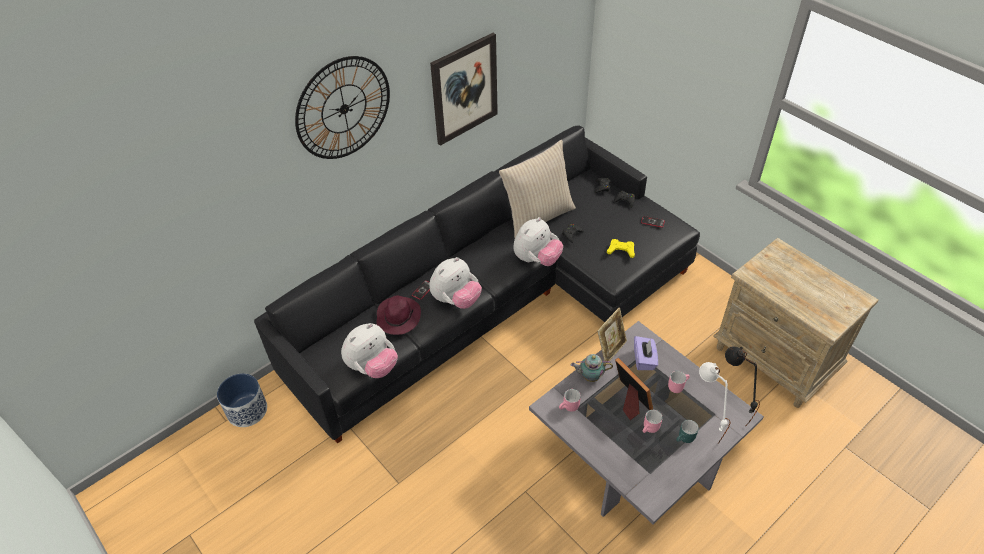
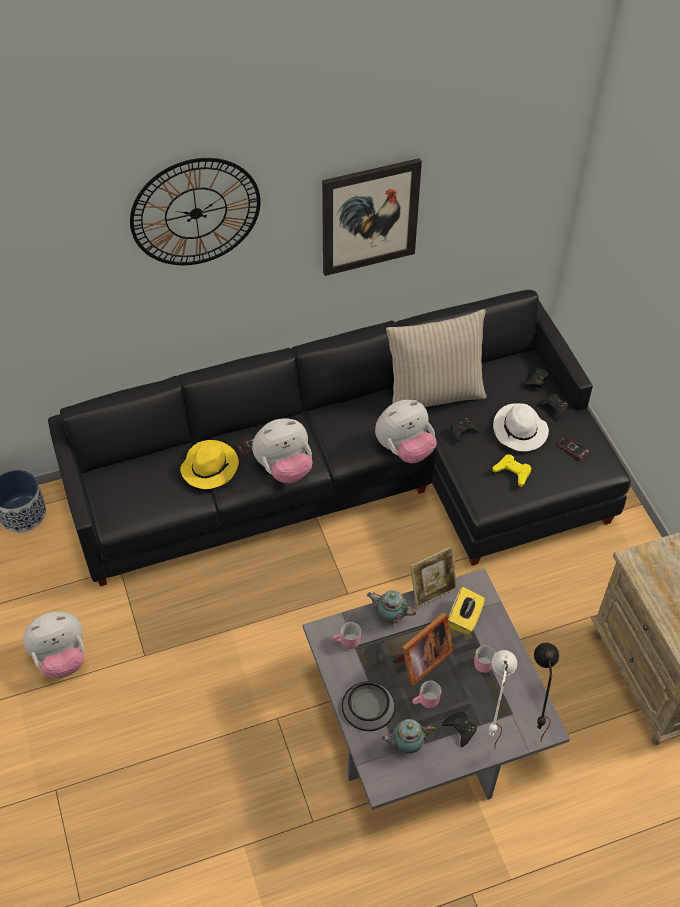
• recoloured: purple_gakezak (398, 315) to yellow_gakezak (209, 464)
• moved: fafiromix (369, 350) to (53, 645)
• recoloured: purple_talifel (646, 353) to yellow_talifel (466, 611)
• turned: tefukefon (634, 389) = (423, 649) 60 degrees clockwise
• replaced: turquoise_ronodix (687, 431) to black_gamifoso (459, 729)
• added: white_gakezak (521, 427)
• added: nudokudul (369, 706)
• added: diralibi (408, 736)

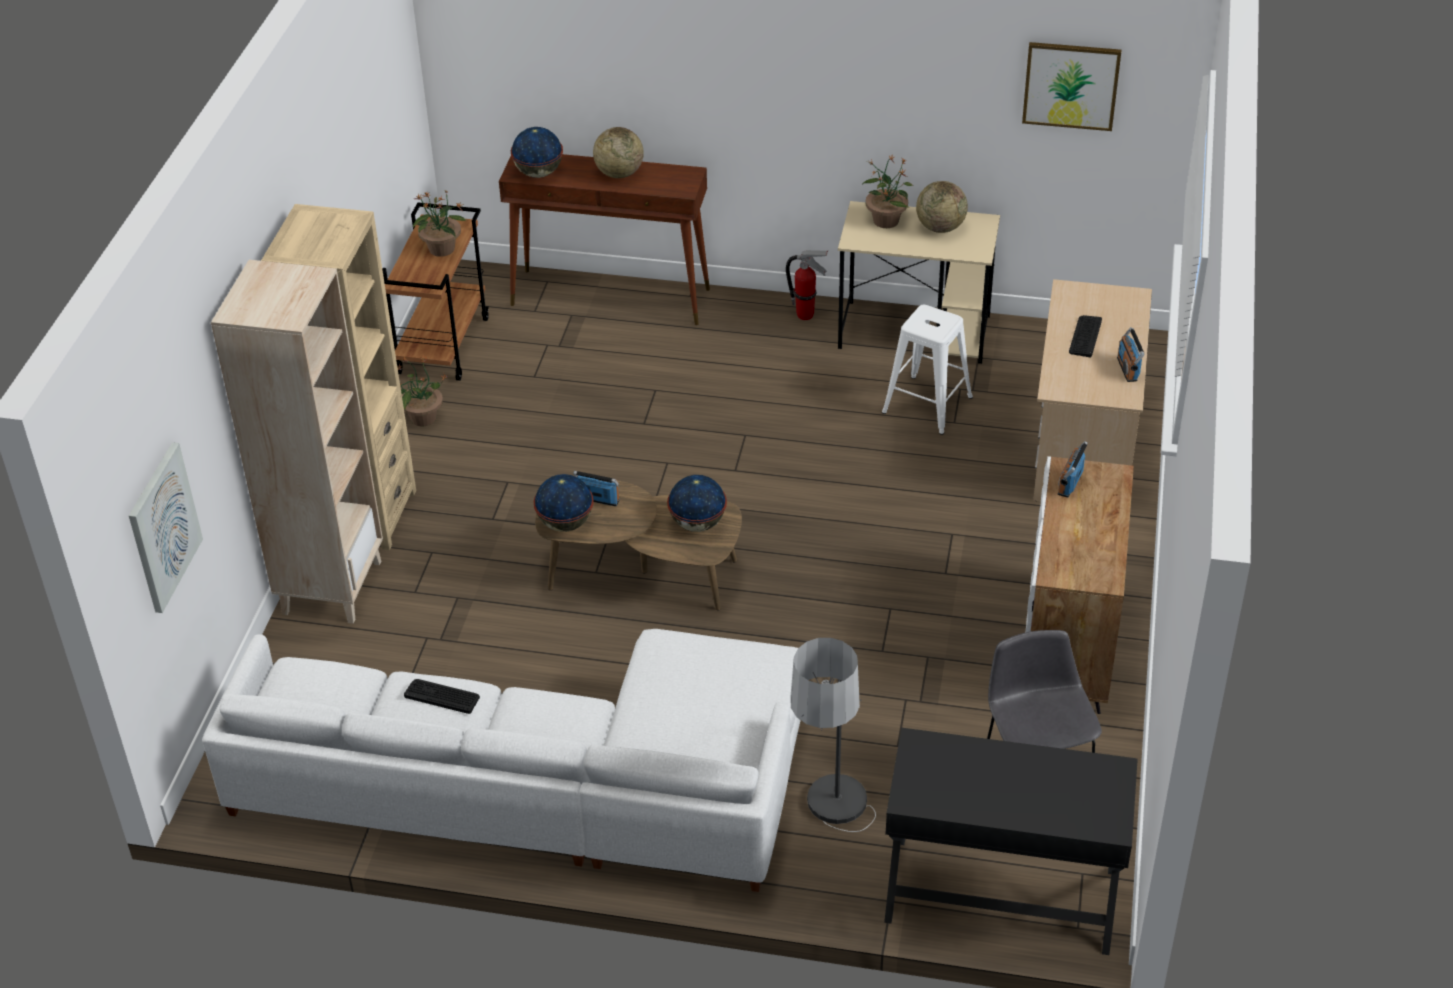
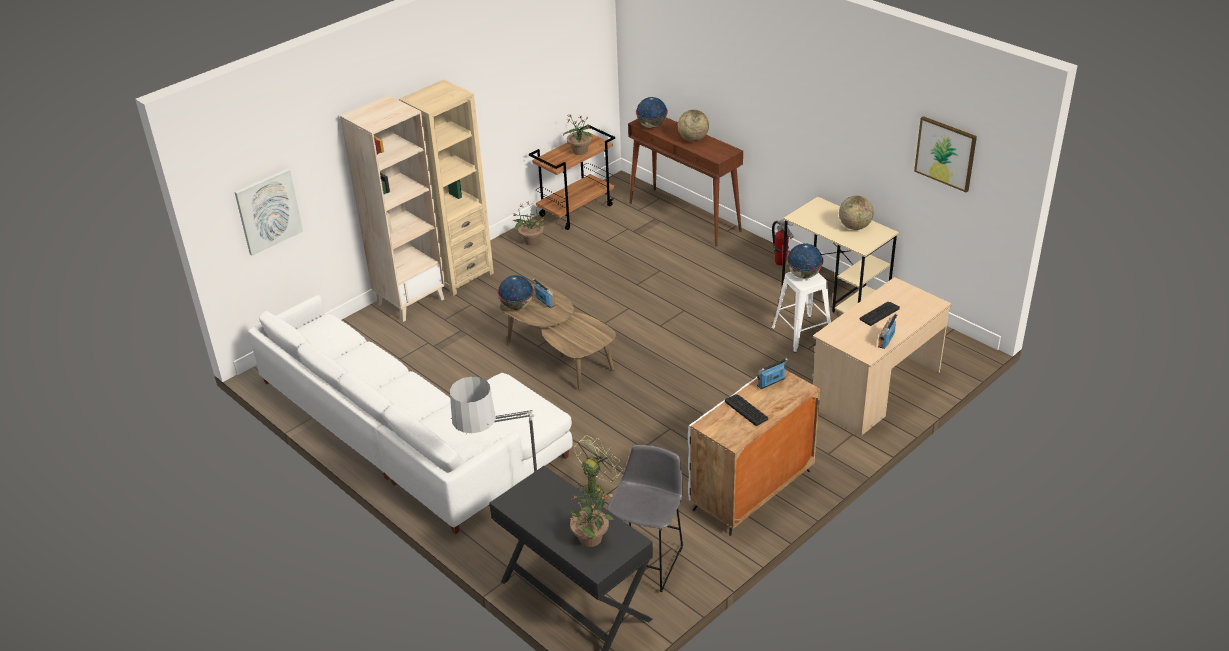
• moved: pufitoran (888, 191) to (591, 515)
• moved: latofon (697, 503) to (805, 261)
• moved: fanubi (442, 696) to (746, 410)
• added: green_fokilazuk (598, 468)

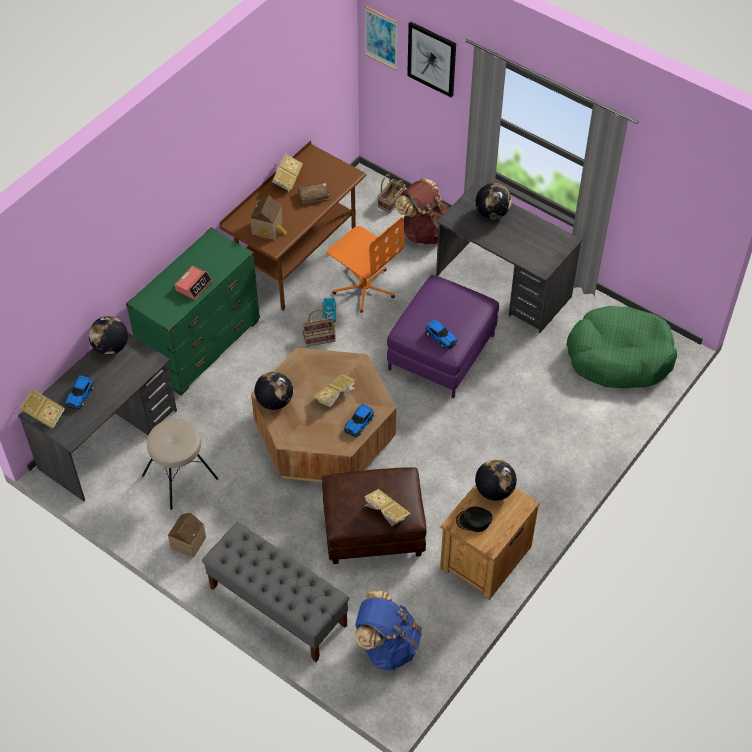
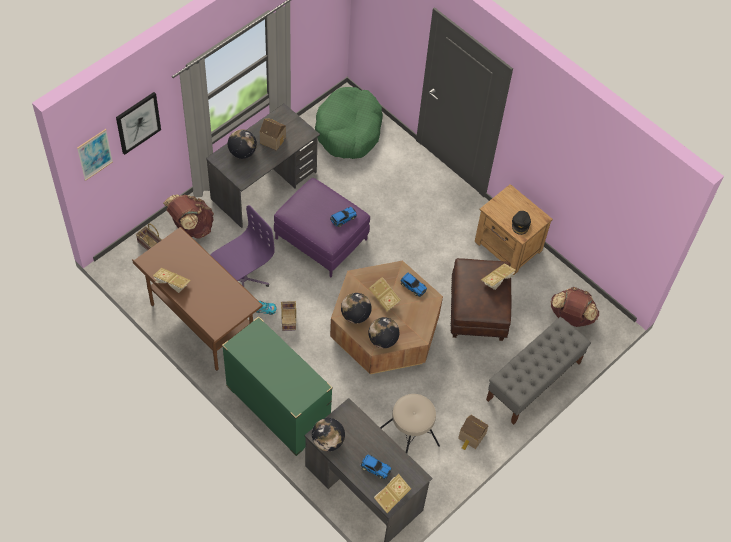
• removed: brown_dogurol (314, 193)
• moved: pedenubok (268, 217) to (273, 134)
• recoloured: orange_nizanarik (365, 265) to purple_nizanarik (242, 246)
• removed: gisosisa (194, 283)
• moved: latofon (496, 480) to (356, 308)
• recoloured: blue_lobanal (388, 631) to brown_lobanal (574, 307)

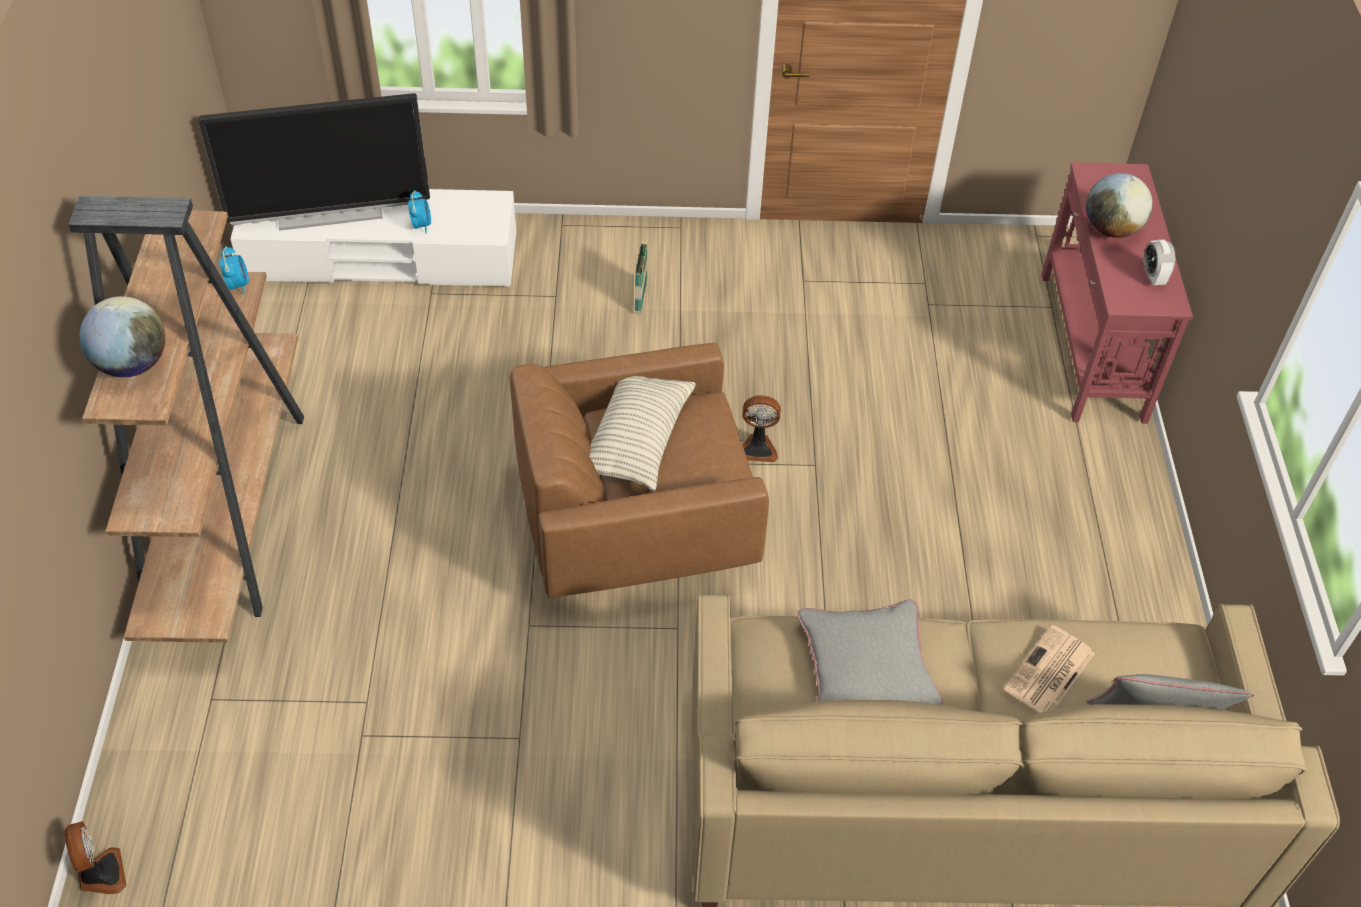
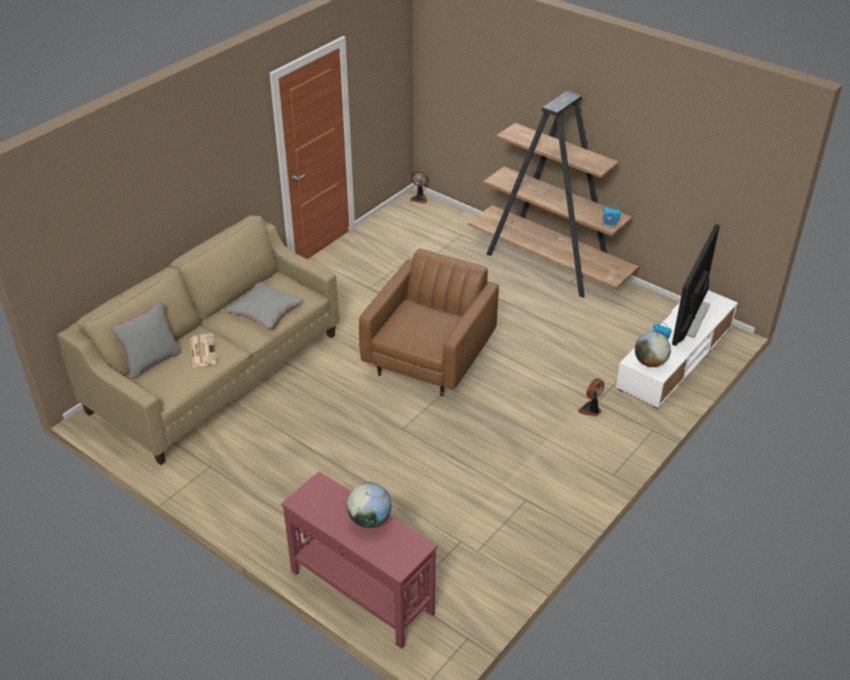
• removed: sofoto (641, 275)
• removed: gisosisa (1159, 262)
• moved: latofon (123, 336) to (653, 349)
• removed: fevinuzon (642, 433)
• moved: fokilazuk (761, 428) to (591, 397)

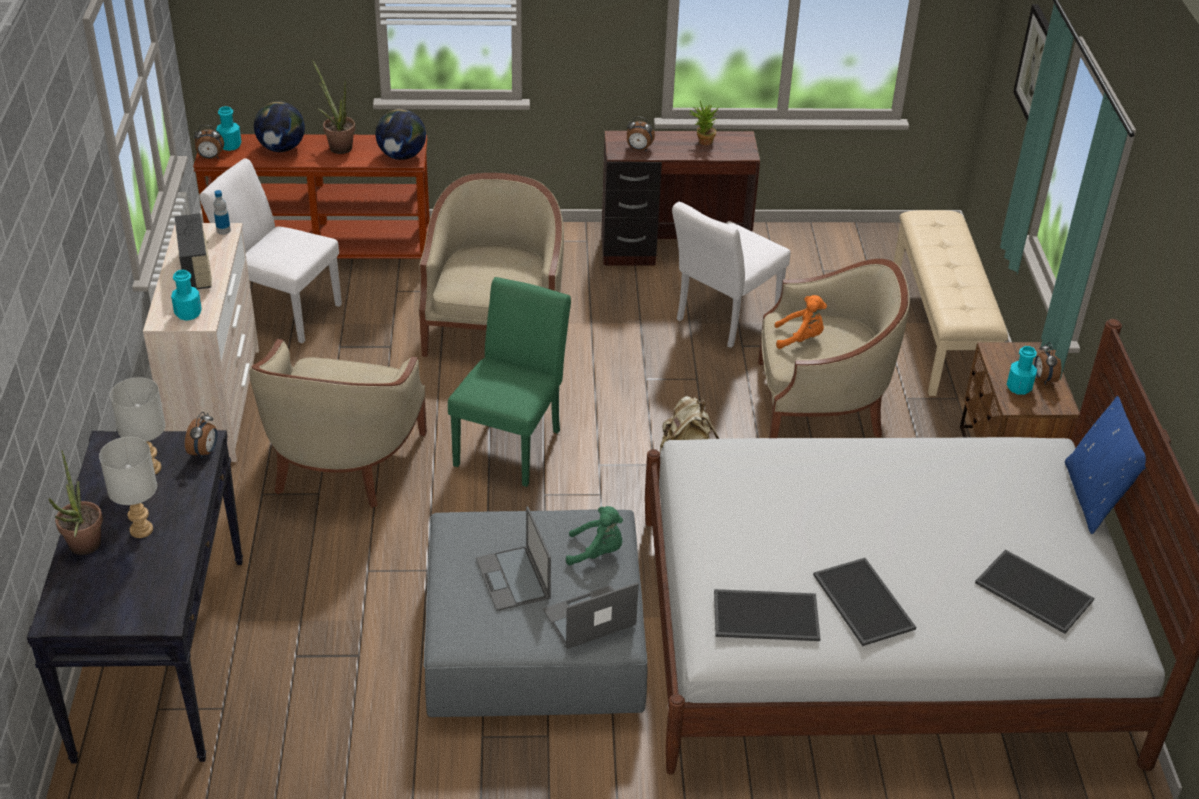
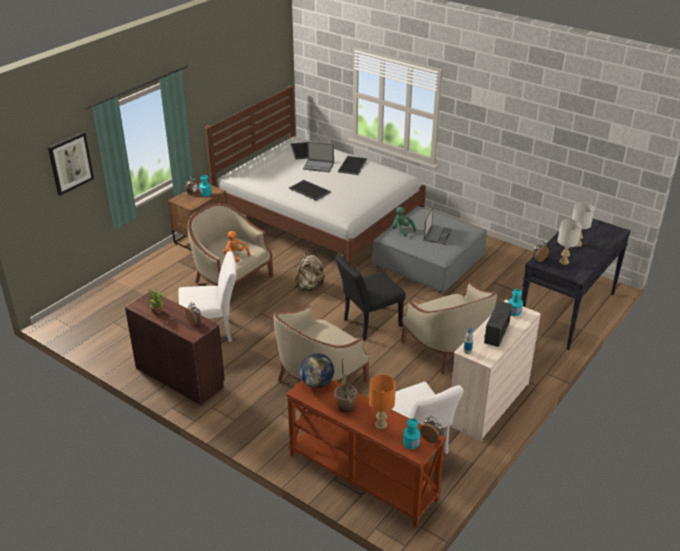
• replaced: latofon (279, 127) to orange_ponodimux (382, 402)
• removed: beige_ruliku (951, 303)
• recoloured: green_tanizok (509, 382) to black_tanizok (370, 297)
• turned: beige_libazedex (338, 423) = (449, 328) 105 degrees clockwise
• removed: blue_fevinuzon (1105, 465)
• removed: pufitoran (76, 502)
• moved: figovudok (591, 615) to (318, 157)
• moved: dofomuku (767, 615) to (310, 190)

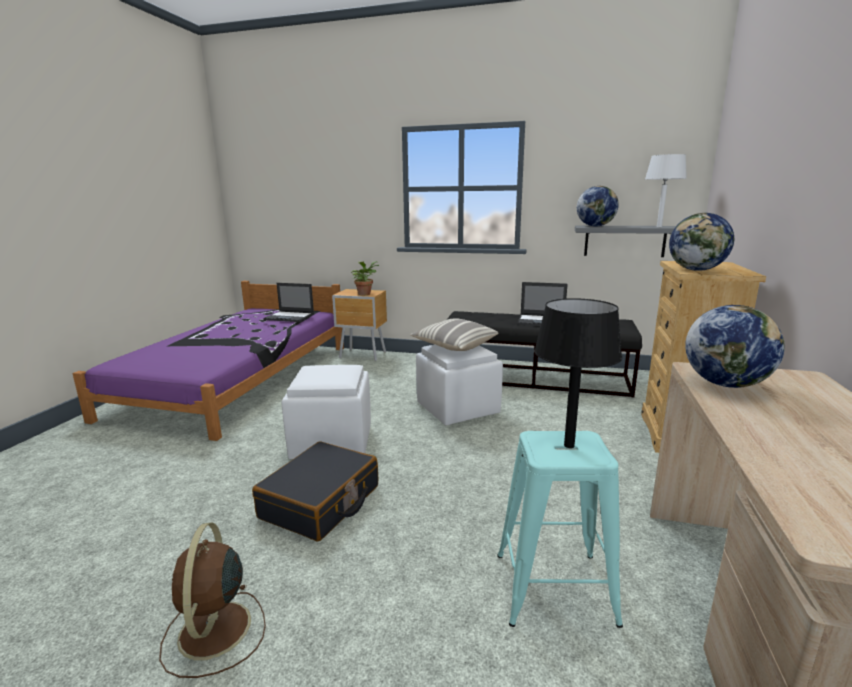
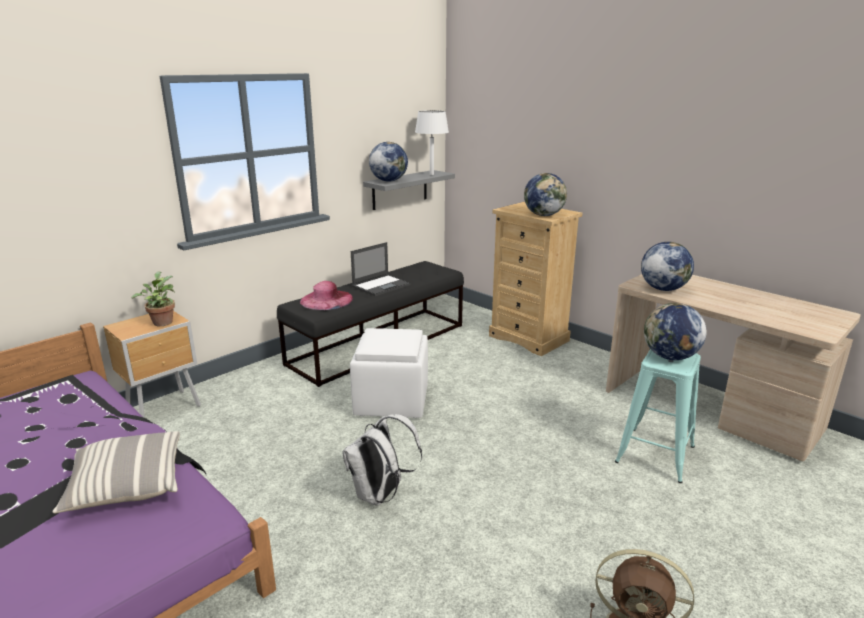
• removed: figovudok (288, 302)
• replaced: black_ponodimux (578, 373) to latofon (675, 331)
• moved: fevinuzon (454, 334) to (116, 472)
• replaced: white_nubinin (326, 412) to white_lobanal (382, 460)
• removed: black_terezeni (315, 491)
• added: pink_gakezak (326, 295)

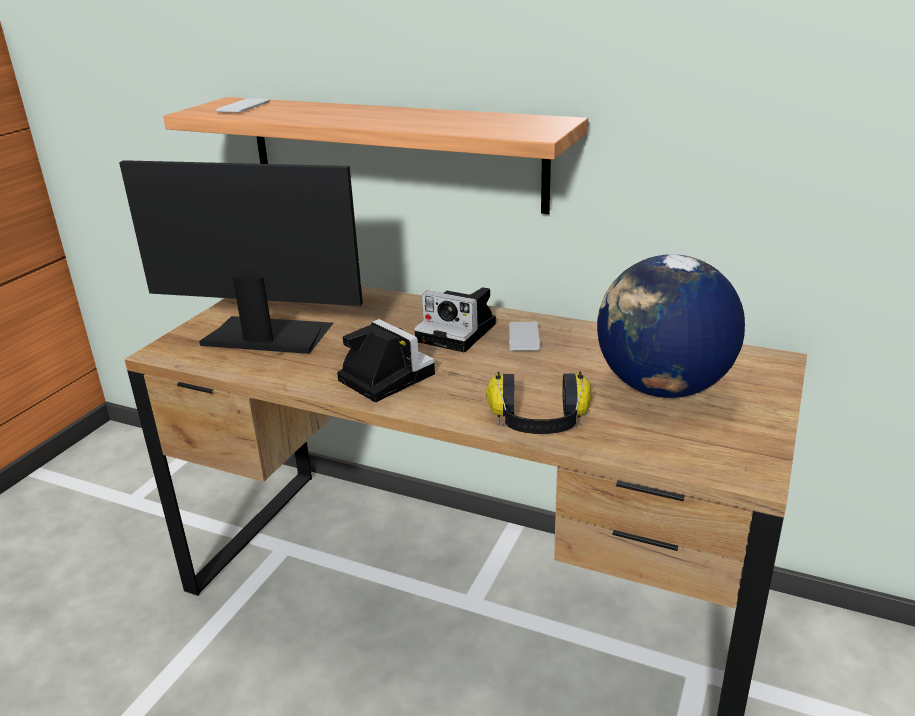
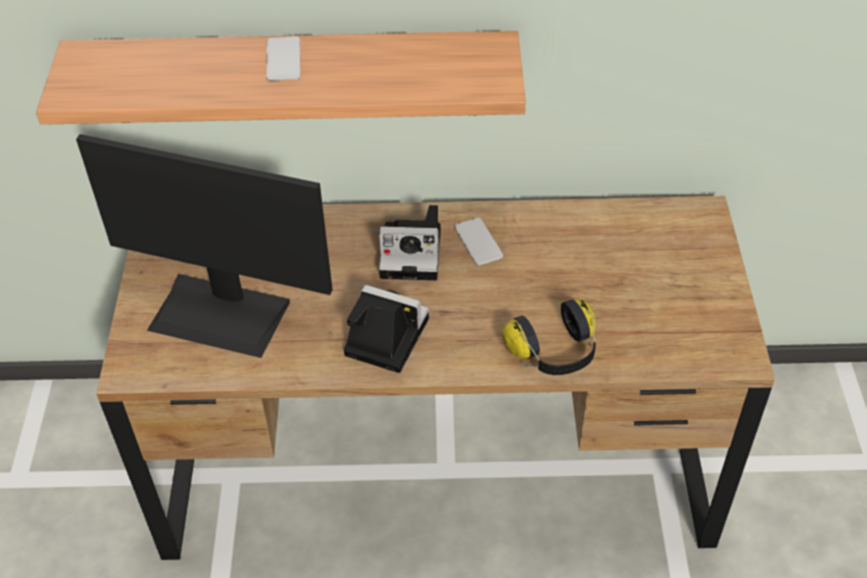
• moved: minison (243, 105) to (283, 58)
• turned: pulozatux (241, 257) = (204, 246) 150 degrees counterclockwise
• removed: latofon (671, 326)

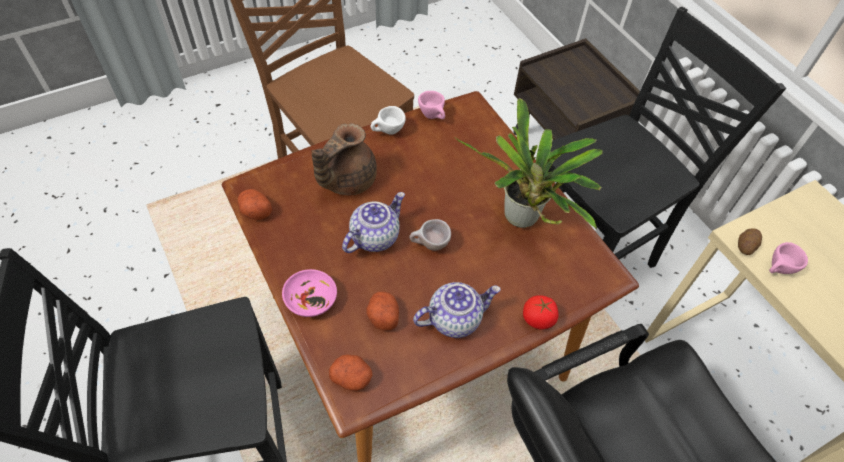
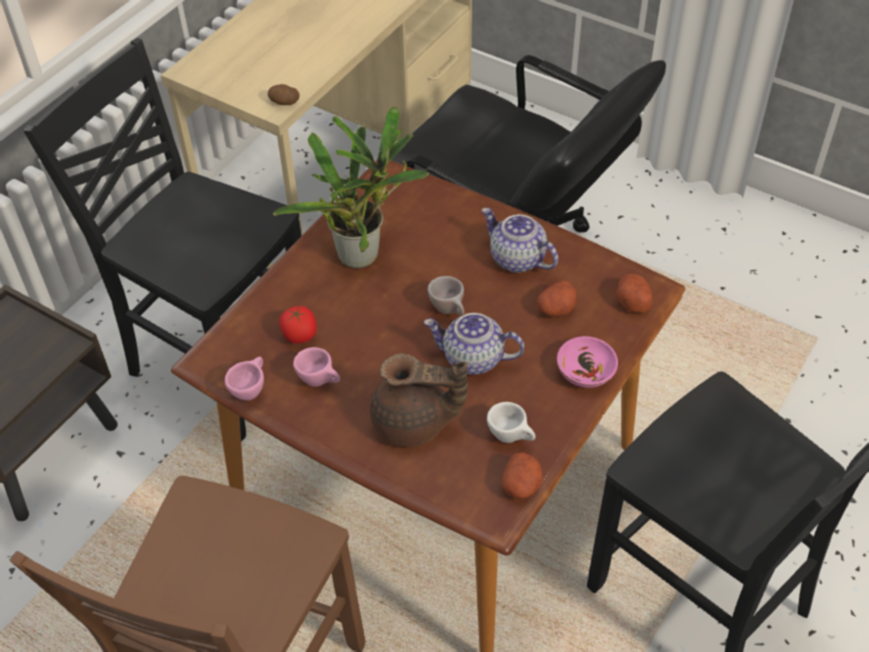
• moved: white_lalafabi (388, 120) to (511, 422)
• moved: pink_lalafabi (788, 258) to (316, 367)
• moved: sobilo (541, 312) to (298, 324)

